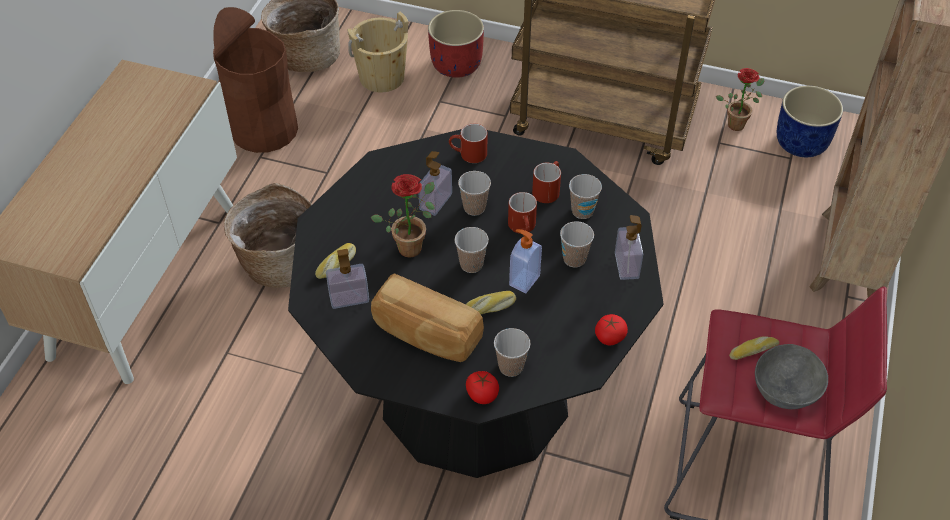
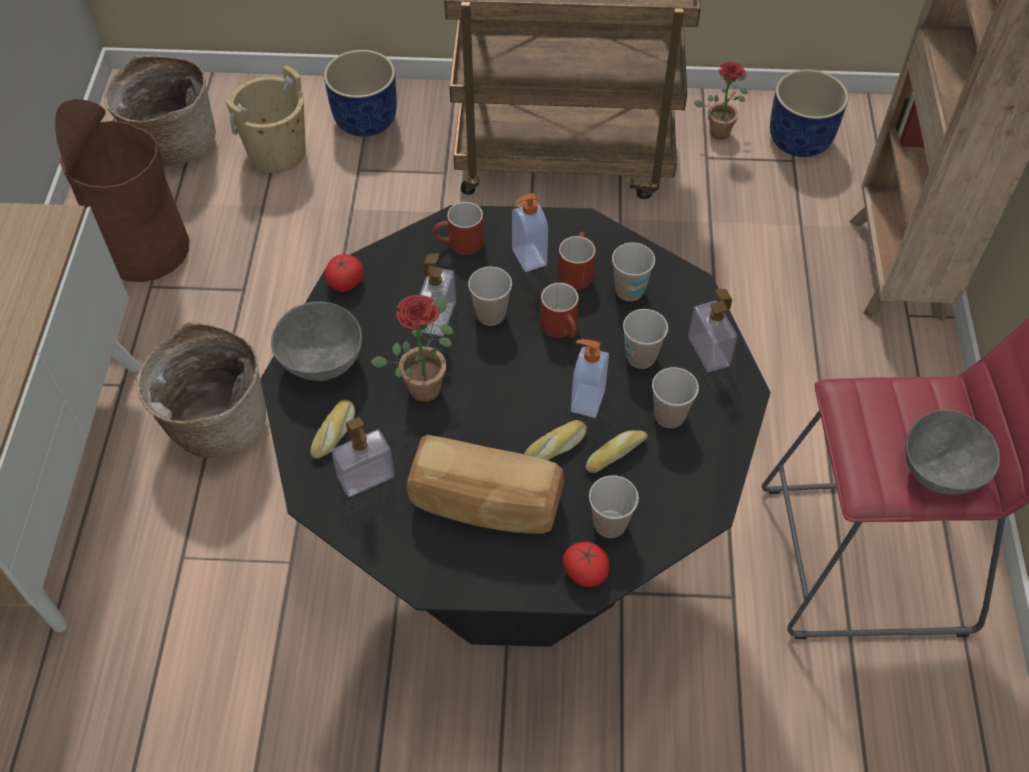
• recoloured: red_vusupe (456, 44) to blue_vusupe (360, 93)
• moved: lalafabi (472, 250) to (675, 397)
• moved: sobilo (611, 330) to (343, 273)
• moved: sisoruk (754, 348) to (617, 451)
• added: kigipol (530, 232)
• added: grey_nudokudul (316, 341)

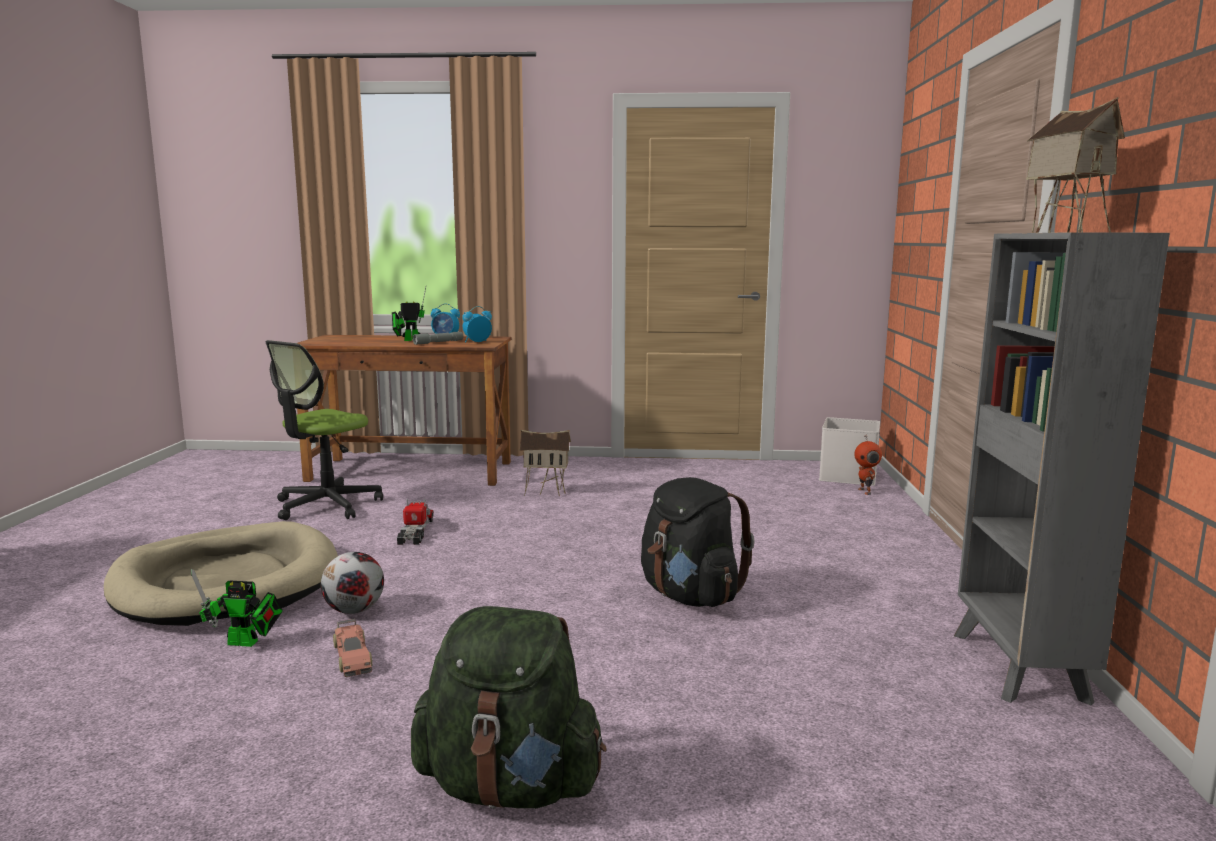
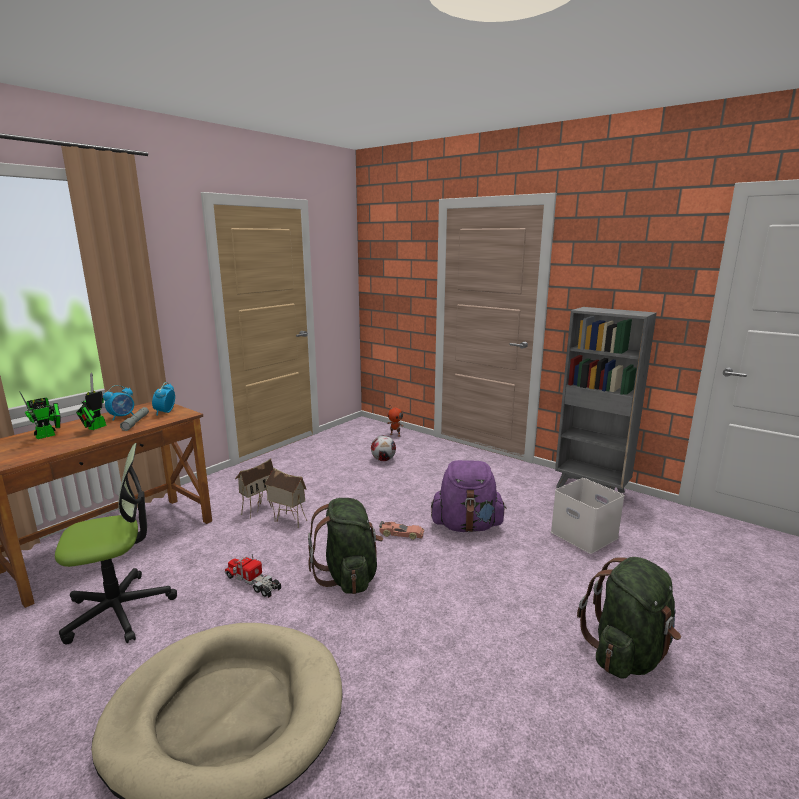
• moved: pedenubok (1075, 165) to (285, 498)
• turned: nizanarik (324, 430) = (116, 544) 90 degrees counterclockwise
• moved: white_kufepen (849, 451) to (588, 516)
• recoloured: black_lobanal (698, 542) to purple_lobanal (469, 496)
• moved: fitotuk (352, 583) to (383, 448)
• moved: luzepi (237, 608) to (40, 415)
• moved: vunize (352, 648) to (401, 530)
• added: green_lobanal (345, 546)

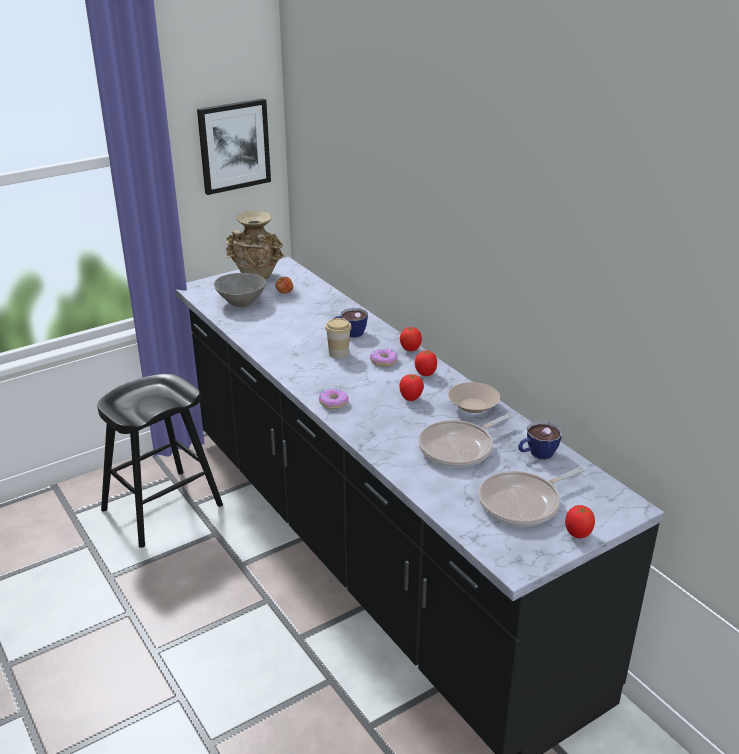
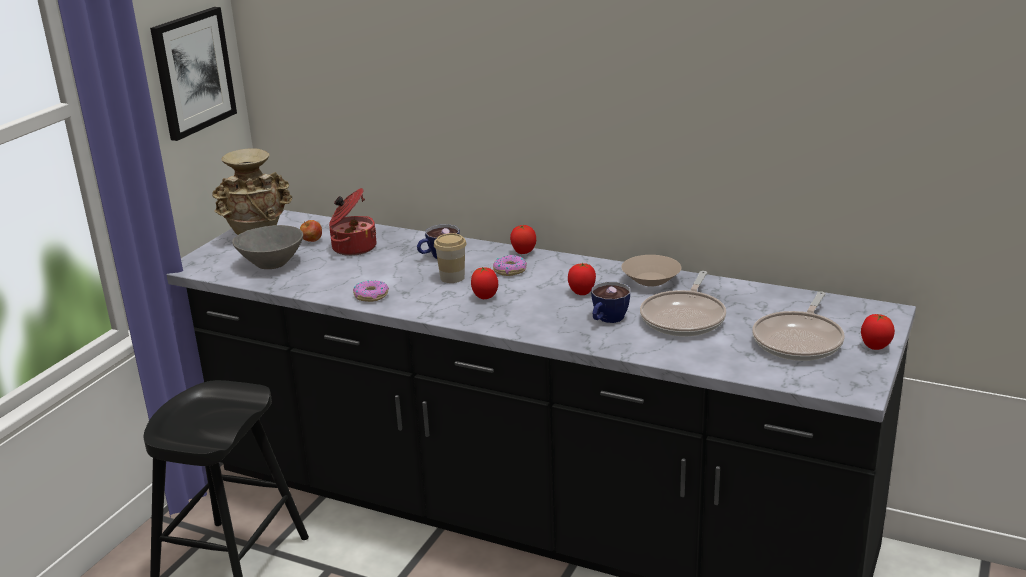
• moved: sobilo (426, 363) to (484, 283)
• moved: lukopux (334, 398) to (371, 291)
• moved: lalafabi (540, 440) to (611, 302)
• added: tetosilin (352, 222)

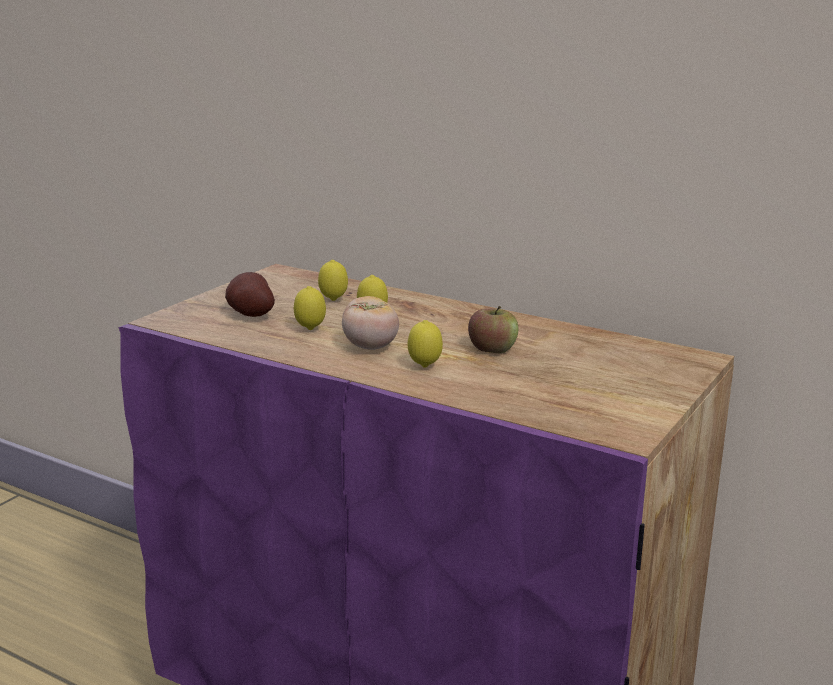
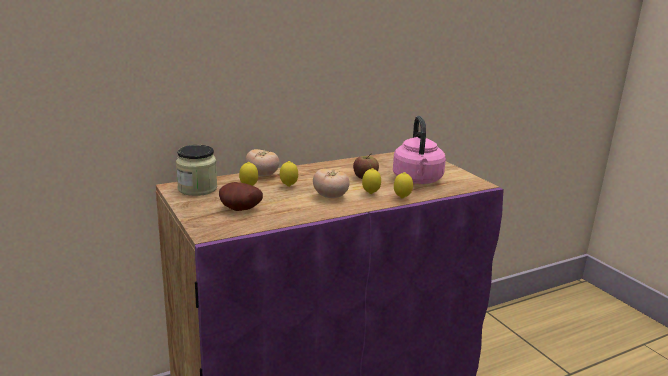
• moved: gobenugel (310, 308) to (403, 185)
• added: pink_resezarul (419, 150)
• added: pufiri (196, 170)
• added: sobilo (263, 162)

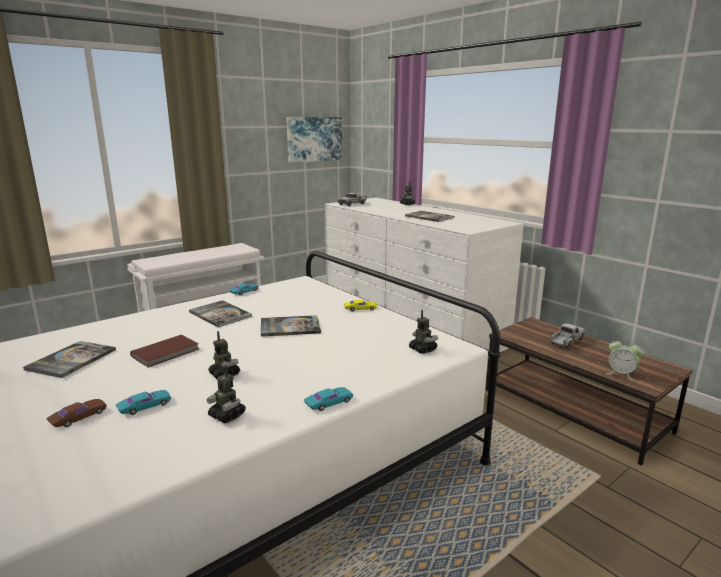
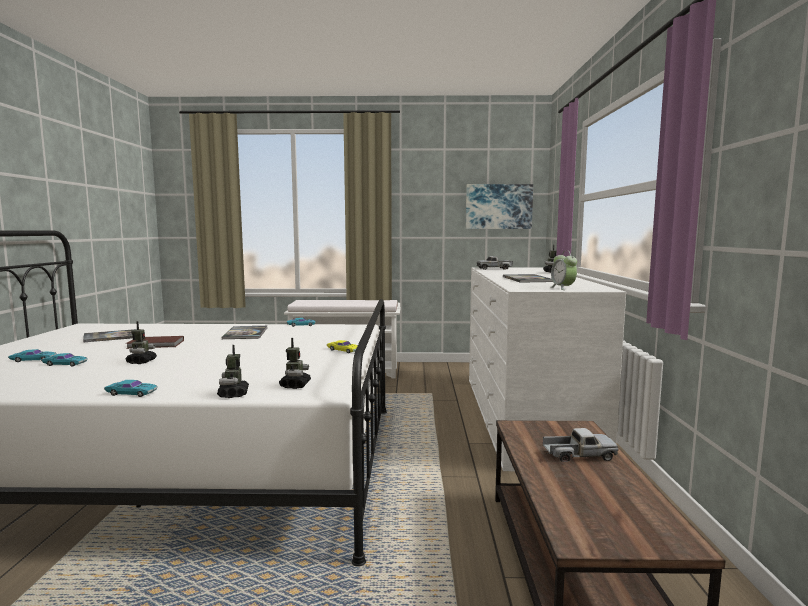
• removed: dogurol (291, 326)
• moved: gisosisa (625, 359) to (563, 270)
• moved: luzepi (226, 394) to (233, 371)
• recoloured: brown_vunize (76, 413) to turquoise_vunize (32, 355)

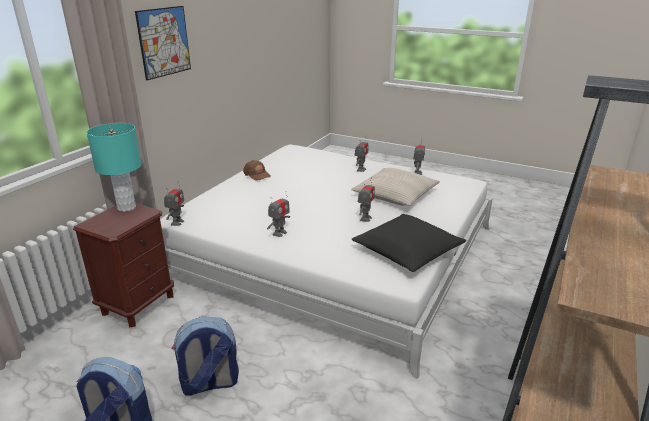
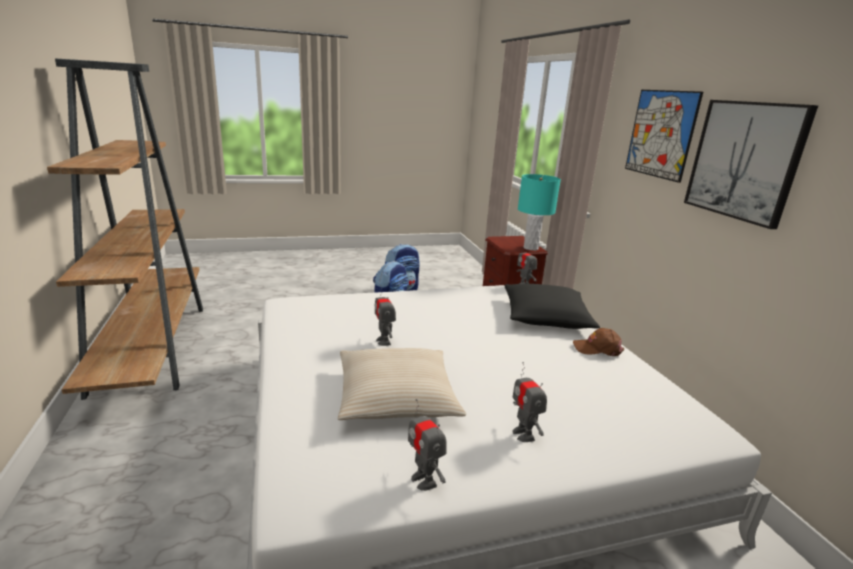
• removed: luzepi (278, 214)
• moved: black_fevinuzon (408, 243) to (552, 306)
• added: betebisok (751, 164)

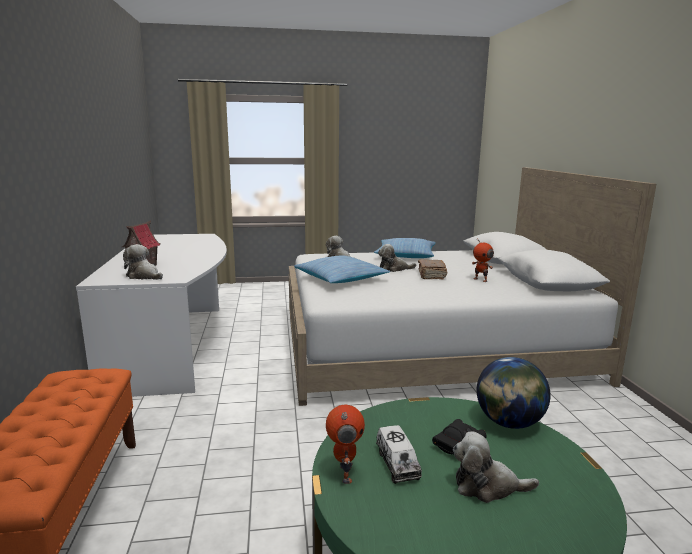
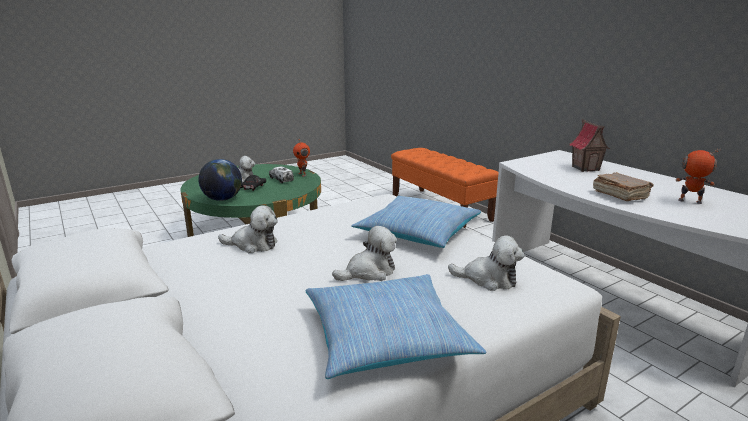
• moved: luzepi (483, 260) to (698, 176)
• moved: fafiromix (143, 262) to (248, 229)
• moved: brown_dogurol (433, 269) to (623, 186)

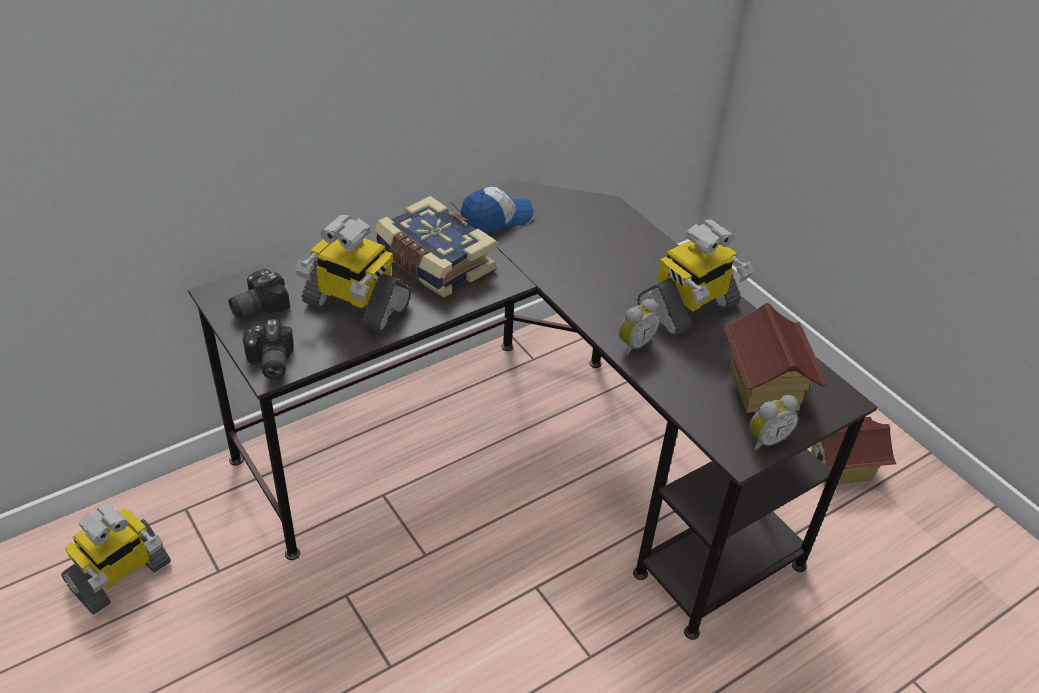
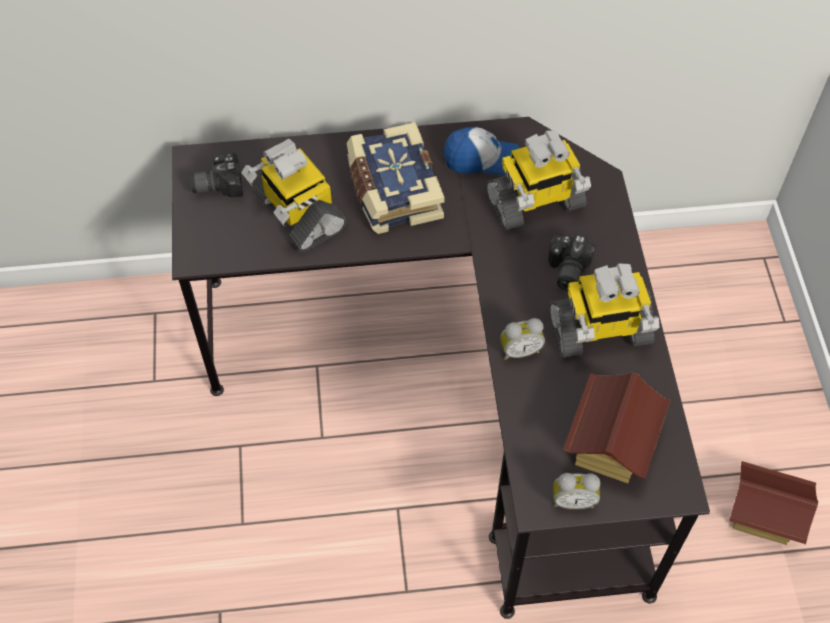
• moved: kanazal (268, 349) to (572, 262)
• moved: luzepi (116, 559) to (538, 180)

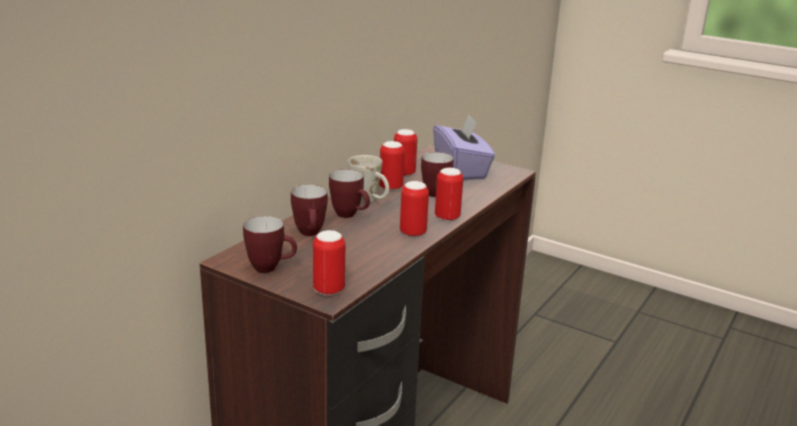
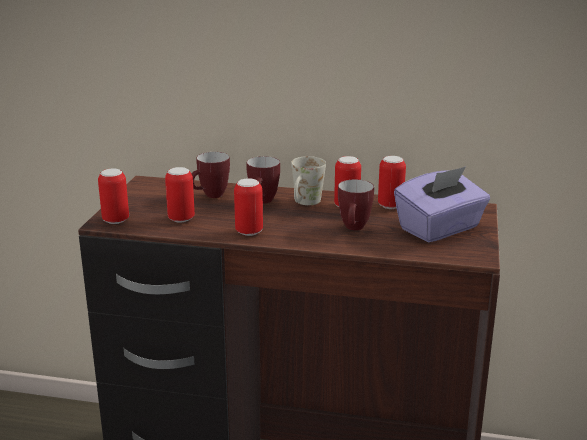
• moved: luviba (449, 195) to (180, 195)
• removed: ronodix (270, 244)

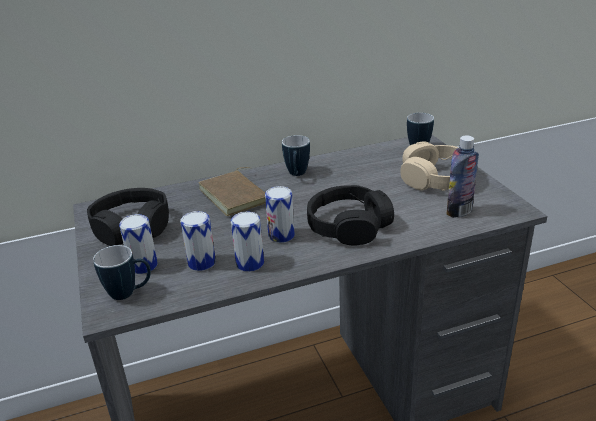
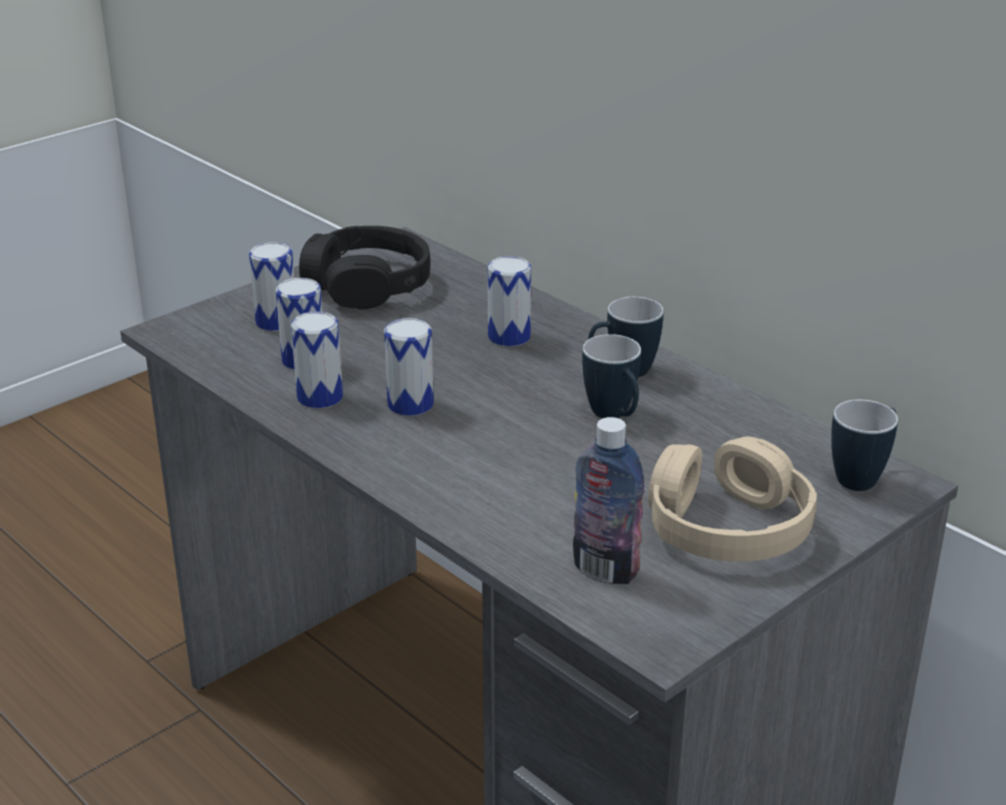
• replaced: brown_dogurol (232, 191) to luviba (509, 301)
• removed: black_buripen (350, 215)
• moved: ronodix (122, 272) to (611, 376)

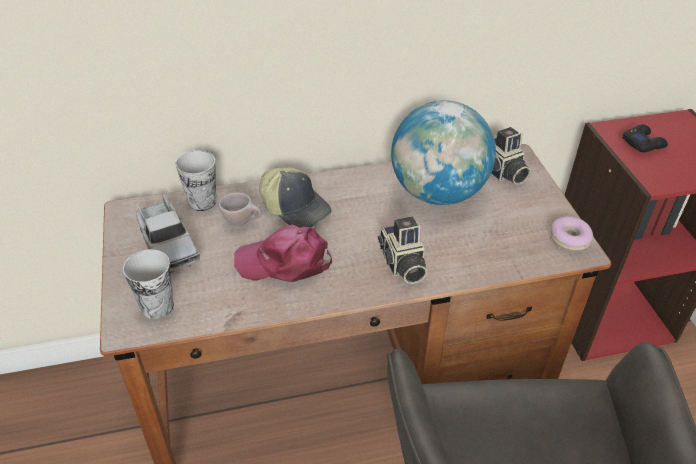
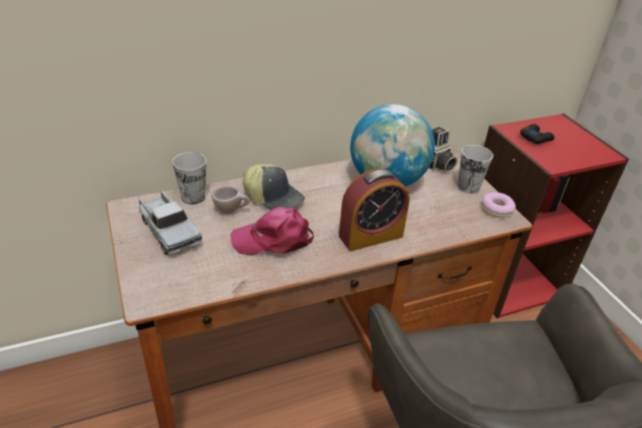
• replaced: kanazal (402, 250) to gisosisa (374, 210)
• moved: lalafabi (148, 284) to (475, 169)

